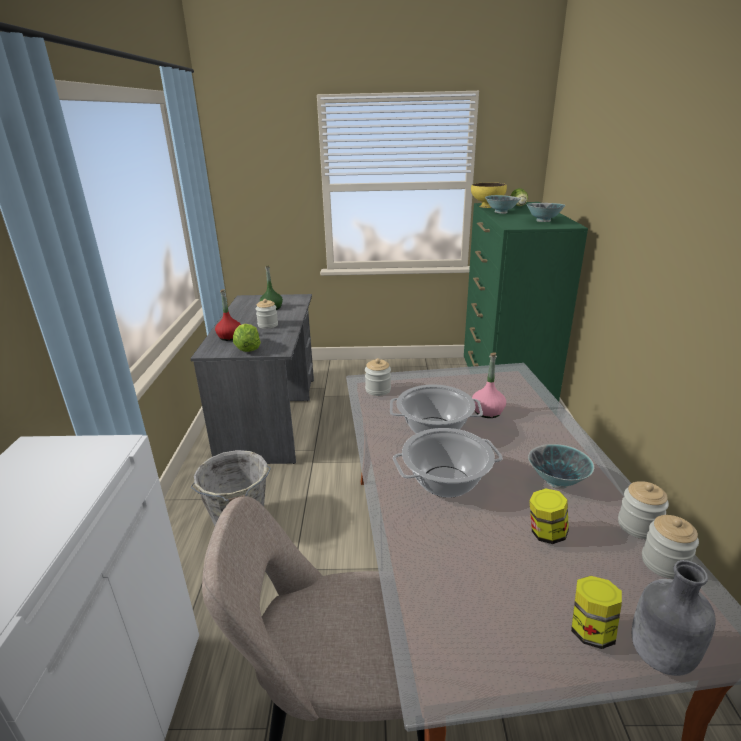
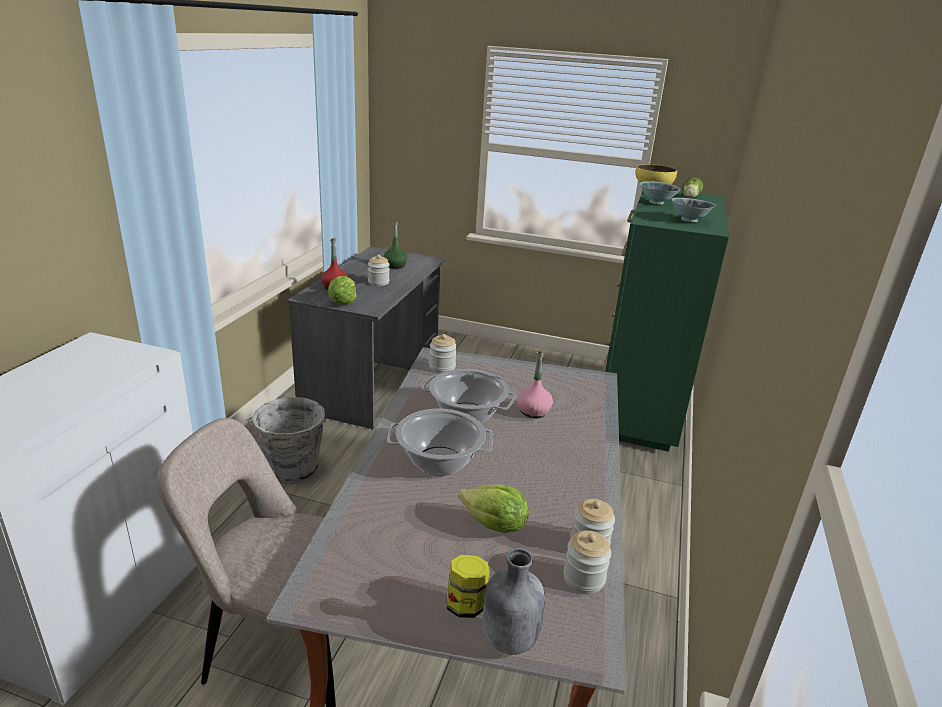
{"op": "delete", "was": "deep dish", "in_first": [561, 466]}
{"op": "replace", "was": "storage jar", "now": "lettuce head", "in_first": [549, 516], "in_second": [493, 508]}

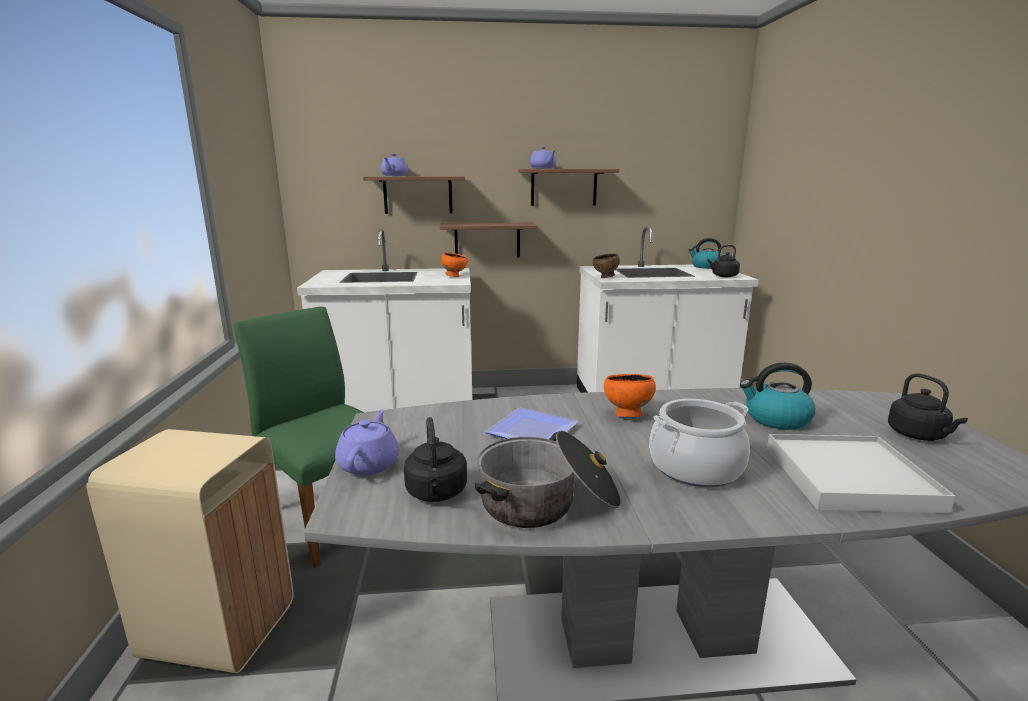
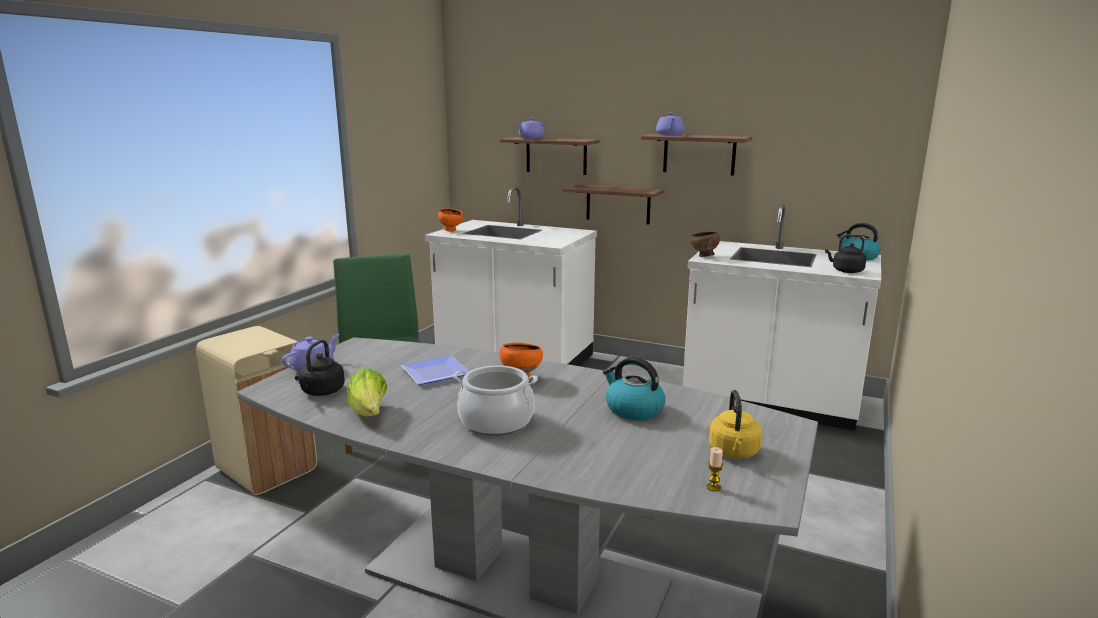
{"op": "move", "was": "orange-coloured deep dish", "in_first": [454, 265], "in_second": [450, 220]}
{"op": "recolor", "was": "blackish water kettle", "now": "yellow water kettle", "in_first": [928, 407], "in_second": [735, 424]}
{"op": "replace", "was": "cooking pot", "now": "lettuce head", "in_first": [548, 479], "in_second": [367, 392]}
{"op": "delete", "was": "white tray", "in_first": [861, 474]}
{"op": "insert", "now": "wax light", "in_second": [714, 469]}

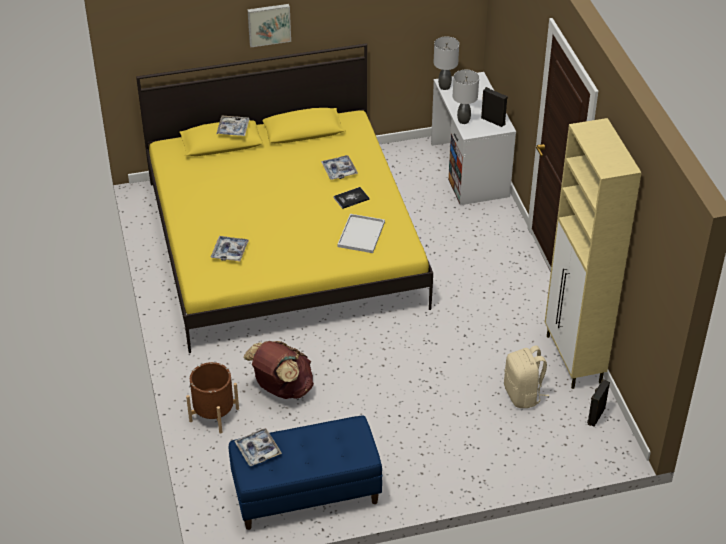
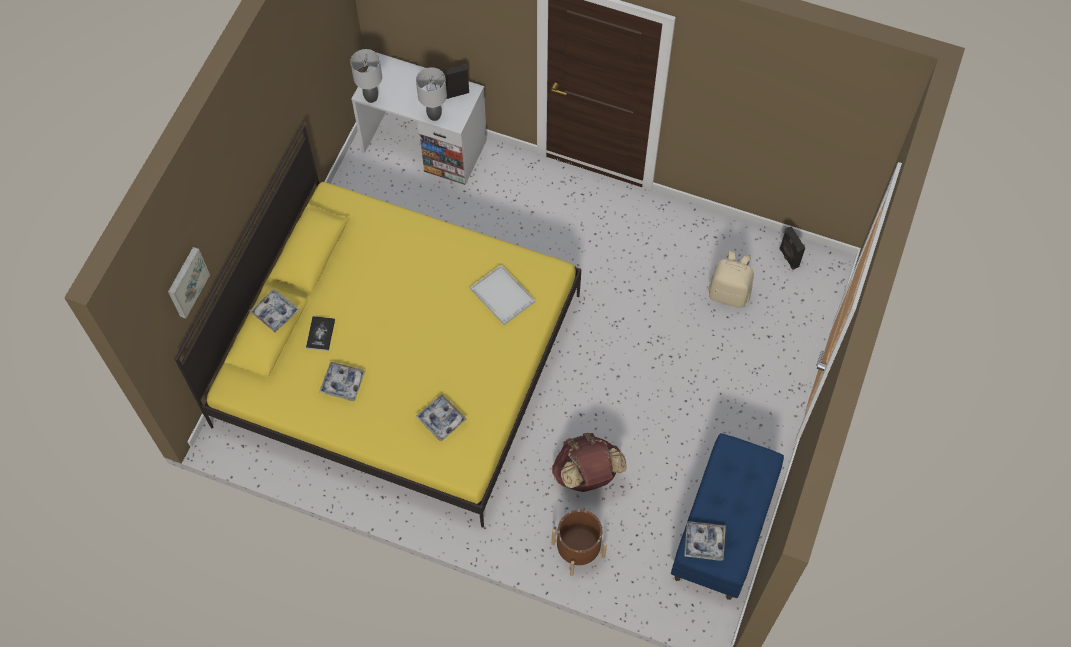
{"op": "move", "was": "wall art", "in_first": [269, 25], "in_second": [189, 283]}
{"op": "delete", "was": "beige-coloured storage cabinet", "in_first": [593, 253]}
{"op": "move", "was": "tray", "in_first": [339, 167], "in_second": [342, 381]}
{"op": "move", "was": "book", "in_first": [352, 198], "in_second": [320, 333]}

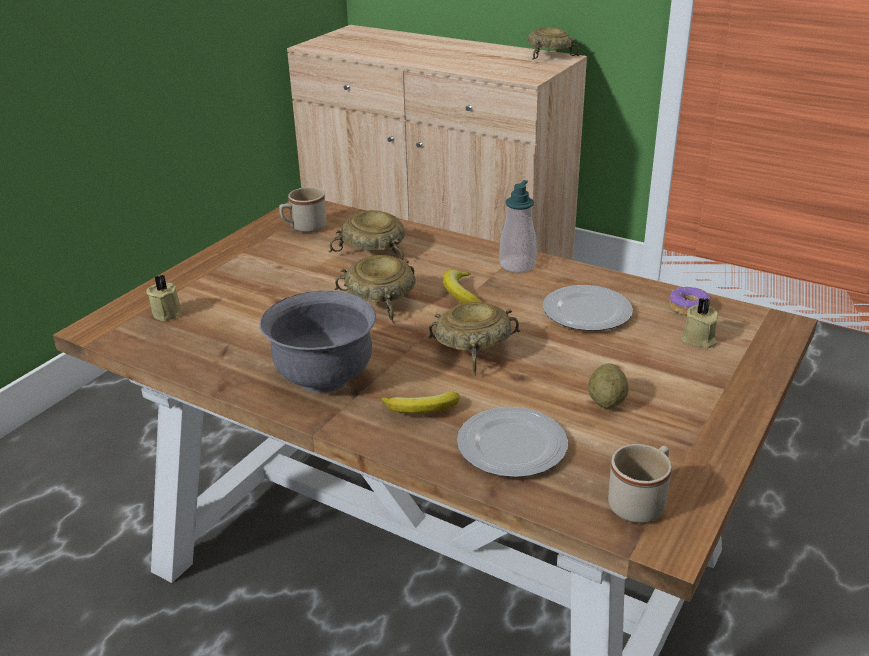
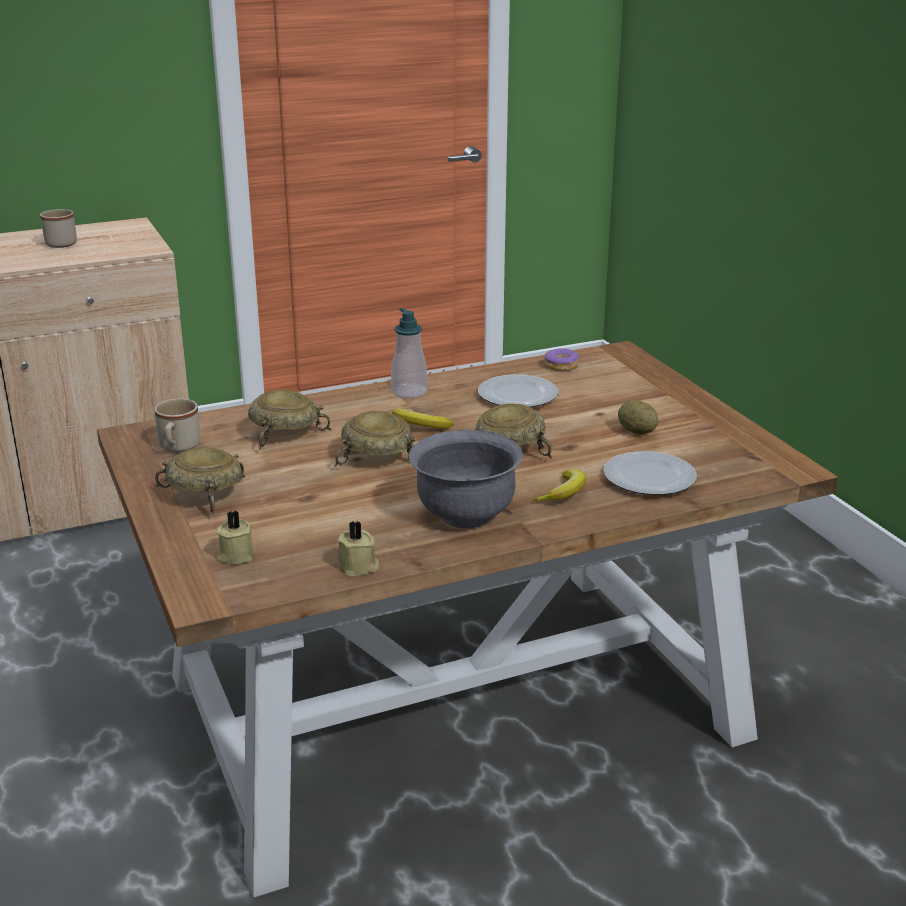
{"op": "move", "was": "beige-coloured deep dish", "in_first": [553, 43], "in_second": [200, 481]}
{"op": "move", "was": "beige-coloured wax light", "in_first": [700, 323], "in_second": [358, 549]}
{"op": "move", "was": "beige-coloured mug", "in_first": [640, 483], "in_second": [58, 228]}

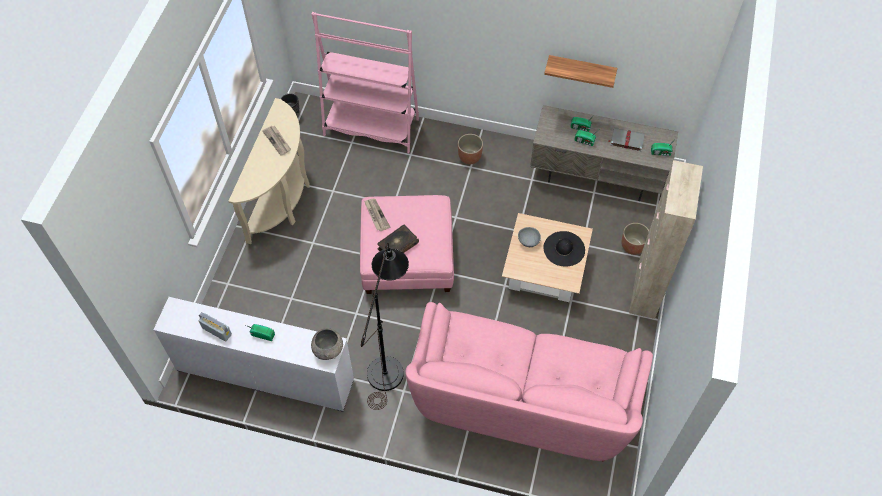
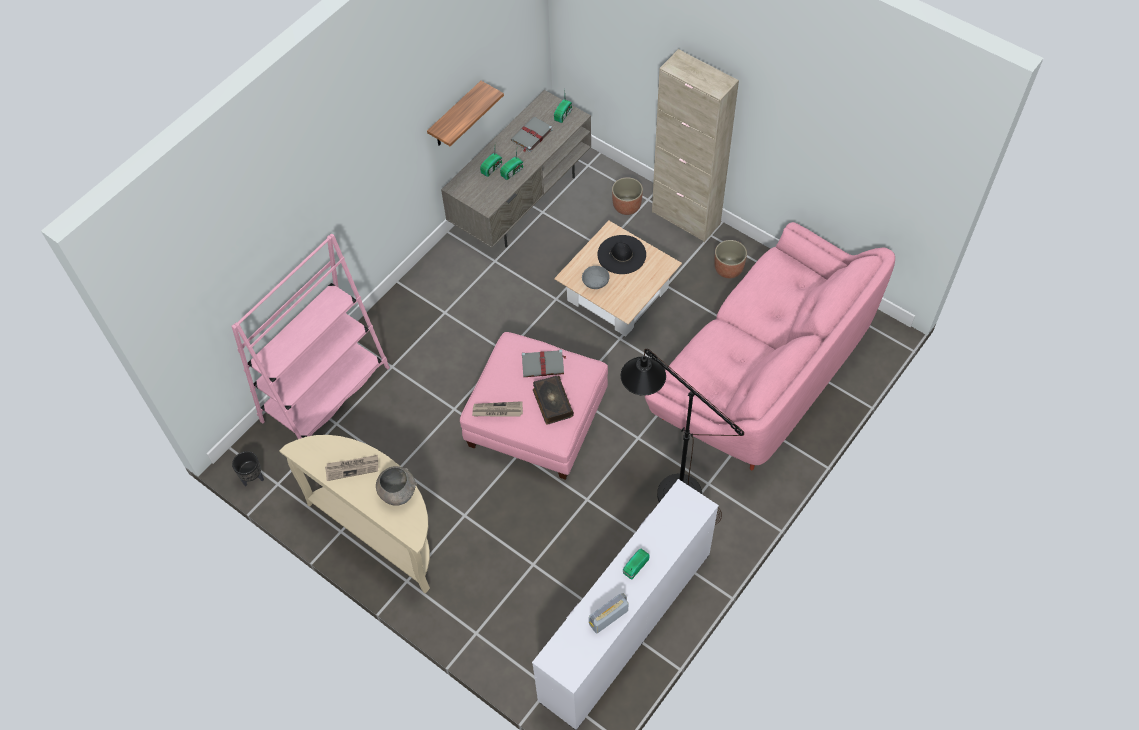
{"op": "move", "was": "plant pot", "in_first": [470, 149], "in_second": [730, 259]}
{"op": "move", "was": "gray deep dish", "in_first": [327, 344], "in_second": [396, 486]}
{"op": "insert", "now": "gray book", "in_second": [544, 363]}

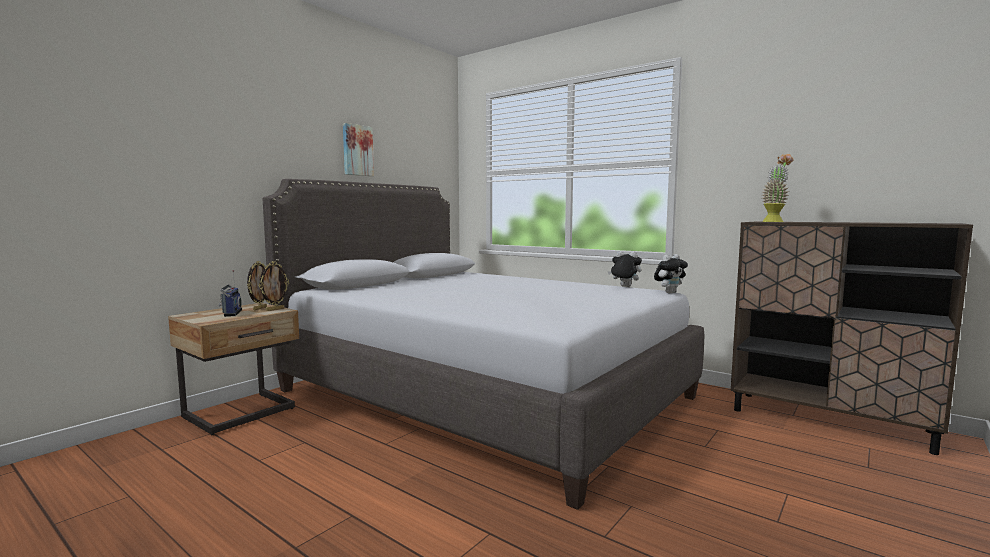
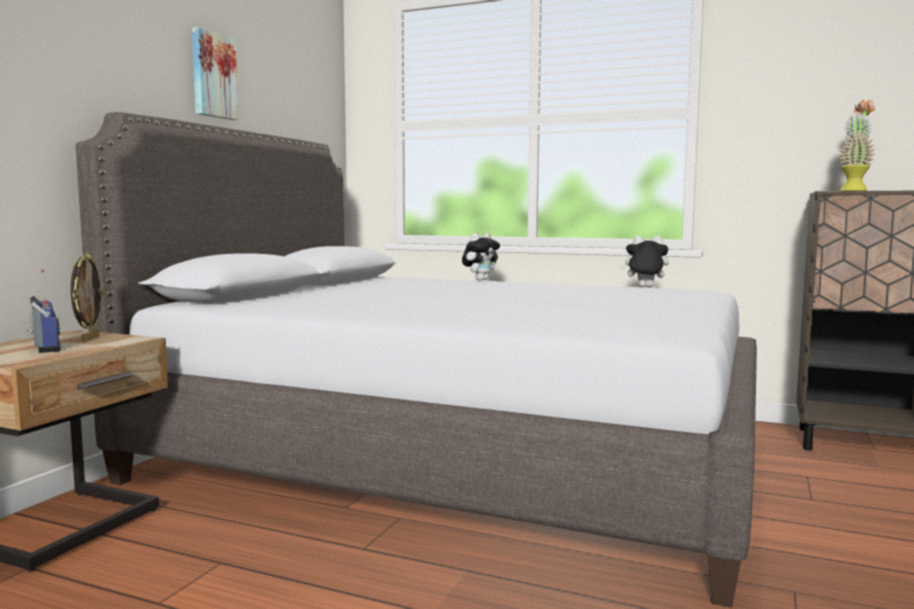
{"op": "move", "was": "plush toy", "in_first": [671, 273], "in_second": [481, 257]}
{"op": "delete", "was": "picture frame", "in_first": [274, 286]}

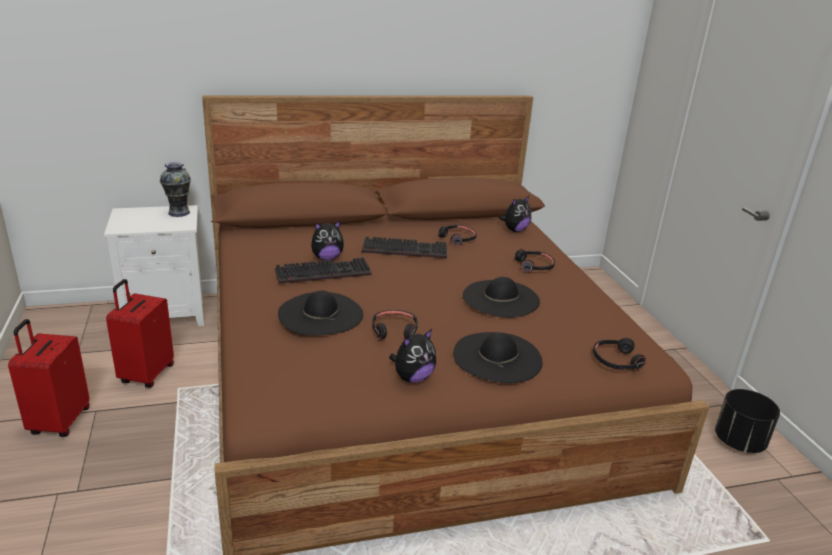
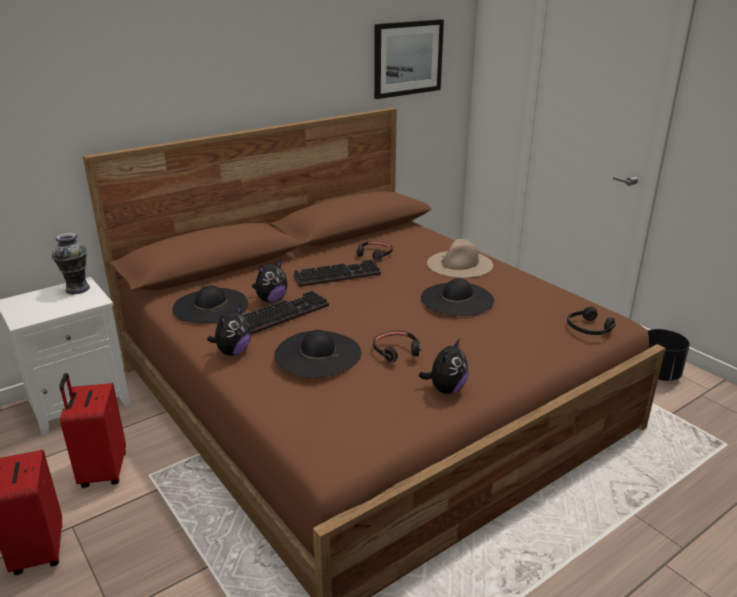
{"op": "move", "was": "plush toy", "in_first": [515, 214], "in_second": [229, 330]}
{"op": "replace", "was": "blackish pair of headphones", "now": "beige-coloured hat", "in_first": [535, 261], "in_second": [460, 258]}
{"op": "move", "was": "blackish hat", "in_first": [498, 357], "in_second": [210, 304]}
{"op": "insert", "now": "wall art", "in_second": [409, 59]}

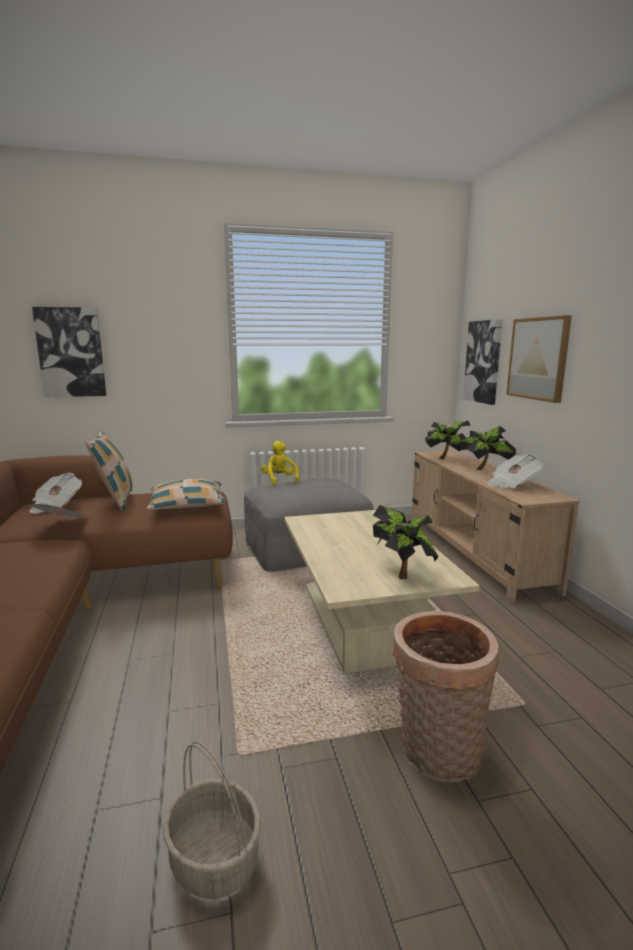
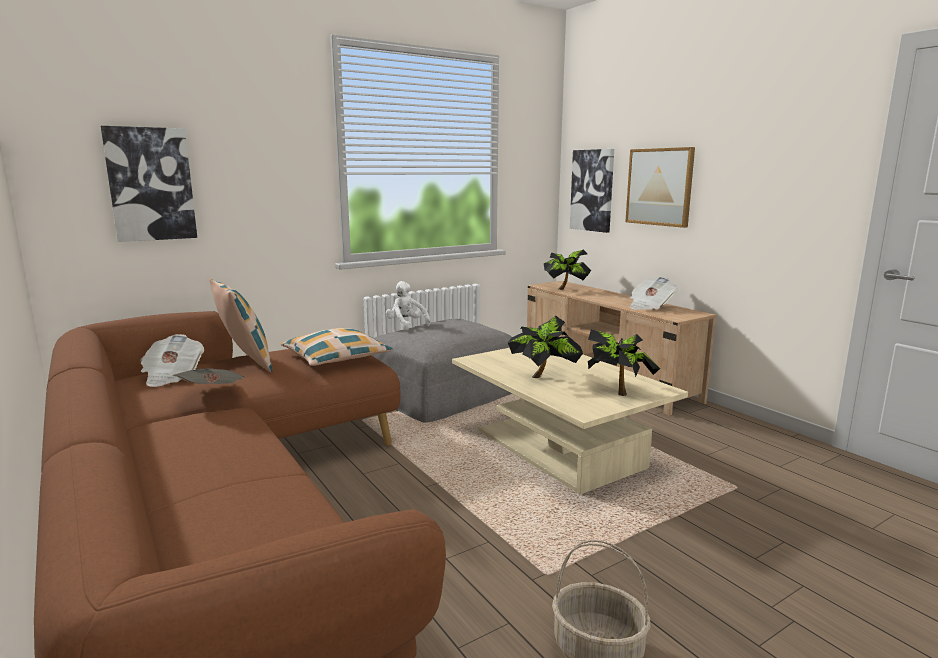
{"op": "move", "was": "potted plant", "in_first": [487, 448], "in_second": [545, 347]}
{"op": "recolor", "was": "yellow plush toy", "now": "white plush toy", "in_first": [280, 463], "in_second": [408, 305]}
{"op": "delete", "was": "household basket", "in_first": [445, 696]}

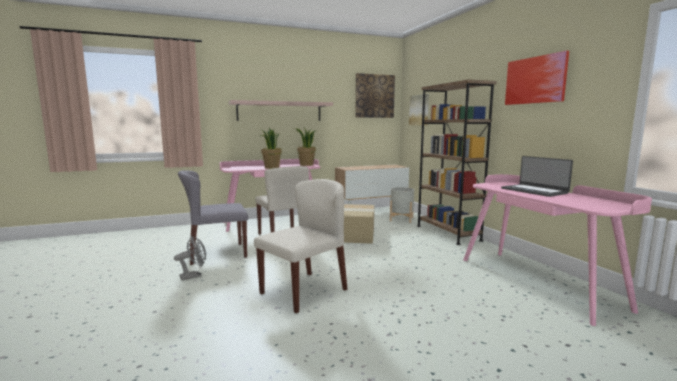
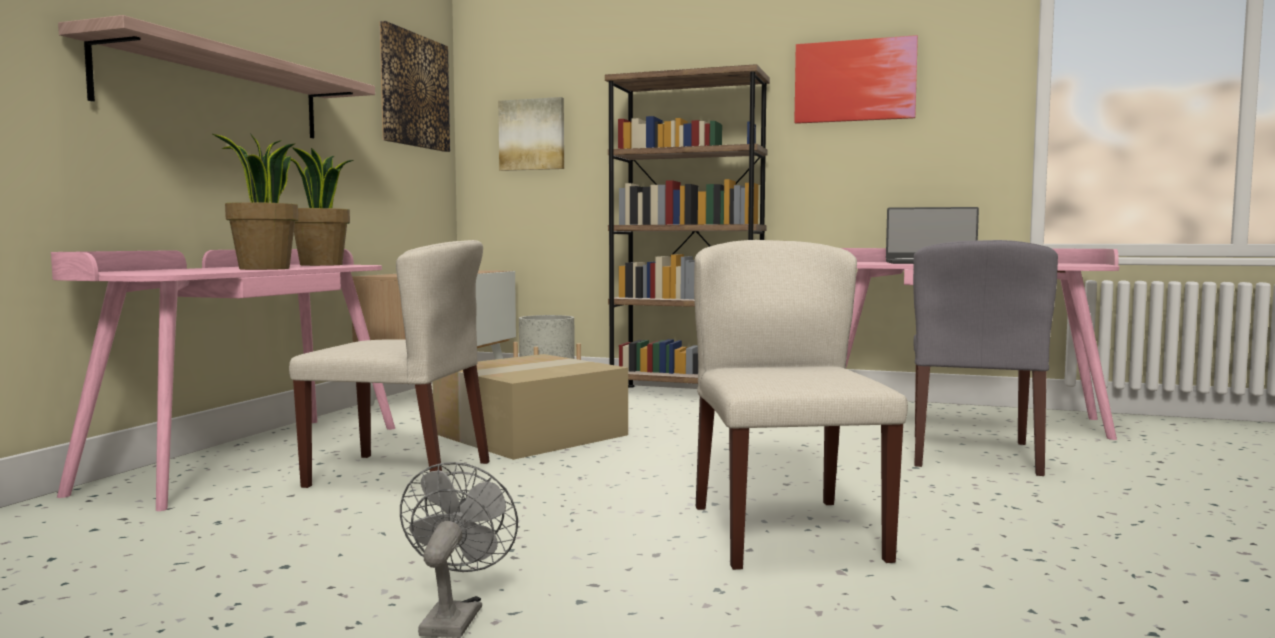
{"op": "move", "was": "gray plain chair", "in_first": [213, 217], "in_second": [985, 358]}

